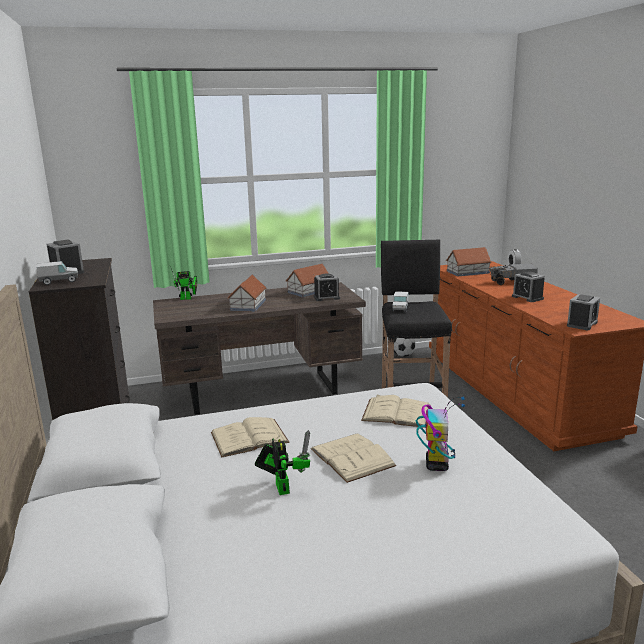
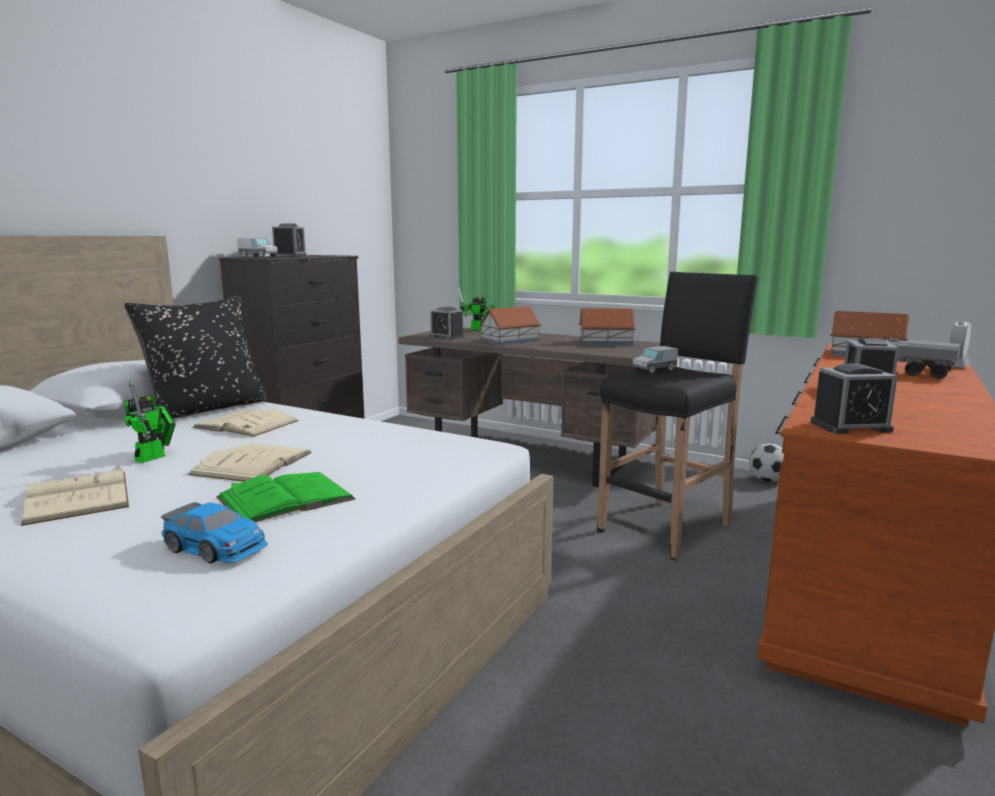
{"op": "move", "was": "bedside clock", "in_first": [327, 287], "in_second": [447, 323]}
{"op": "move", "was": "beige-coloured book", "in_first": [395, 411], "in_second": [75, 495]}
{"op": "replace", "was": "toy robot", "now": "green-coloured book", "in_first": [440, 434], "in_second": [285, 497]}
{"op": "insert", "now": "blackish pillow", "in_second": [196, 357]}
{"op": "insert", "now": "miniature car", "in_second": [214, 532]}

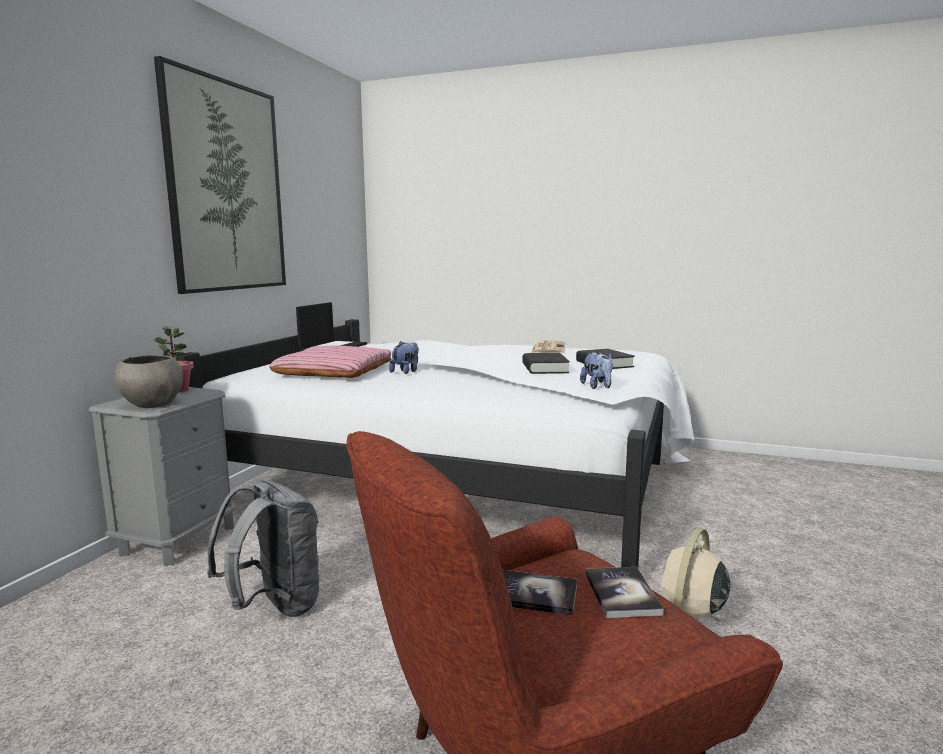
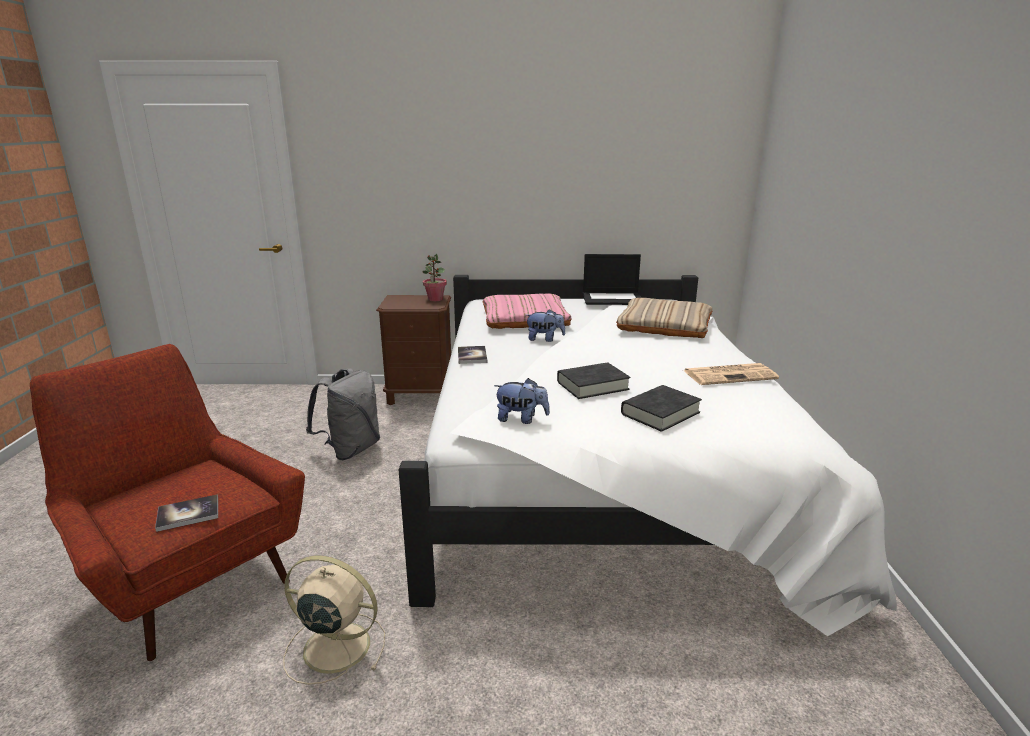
{"op": "delete", "was": "wall art", "in_first": [220, 175]}
{"op": "rotate", "was": "plush toy", "in_first": [596, 370], "in_second": [522, 401], "clockwise": -135}
{"op": "delete", "was": "gray deep dish", "in_first": [149, 381]}
{"op": "recolor", "was": "gray night table", "now": "brown night table", "in_first": [162, 477], "in_second": [413, 350]}
{"op": "move", "was": "book", "in_first": [540, 593], "in_second": [472, 355]}
{"op": "insert", "now": "beige-coloured pillow", "in_second": [664, 318]}

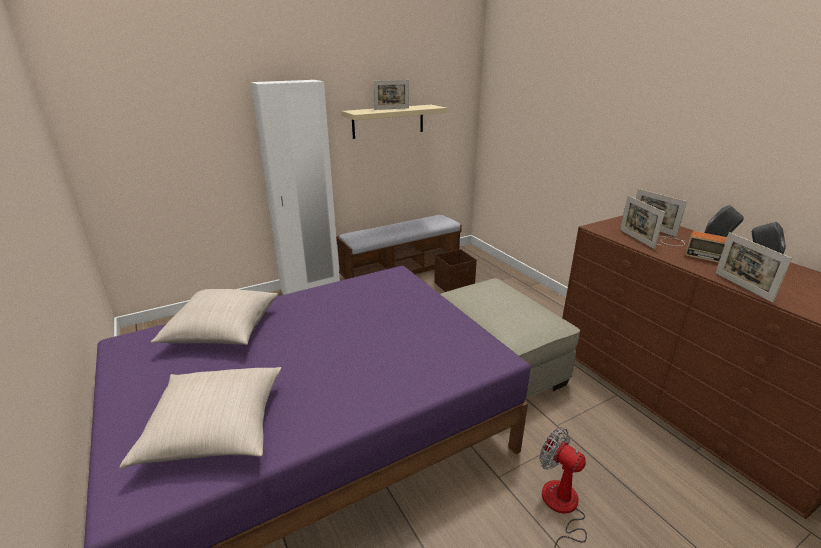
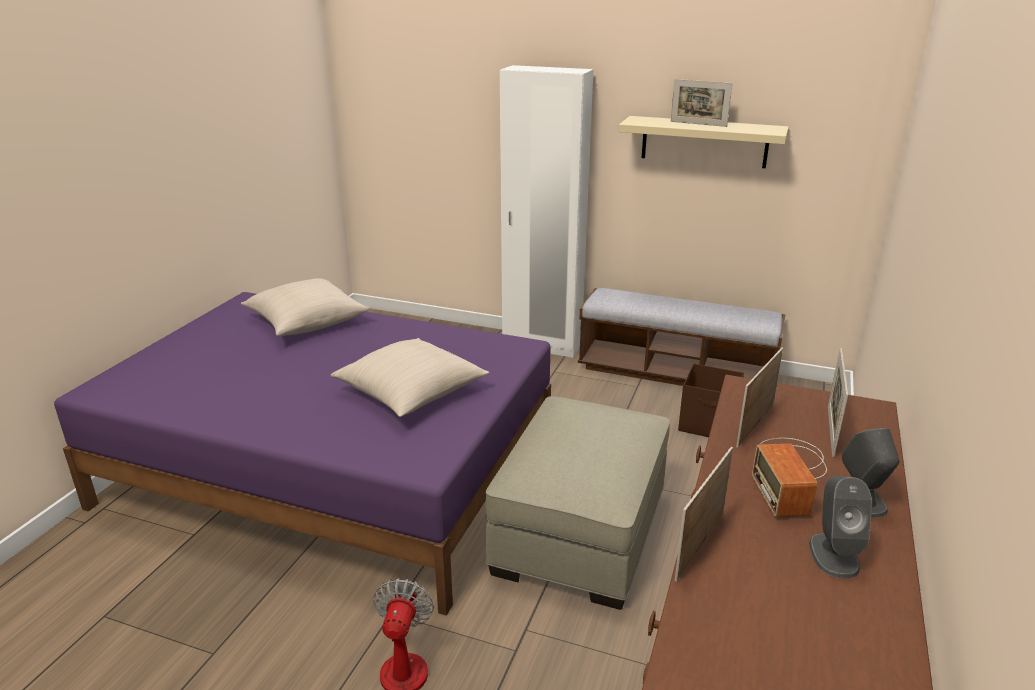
{"op": "move", "was": "beige-coloured pillow", "in_first": [200, 417], "in_second": [410, 377]}

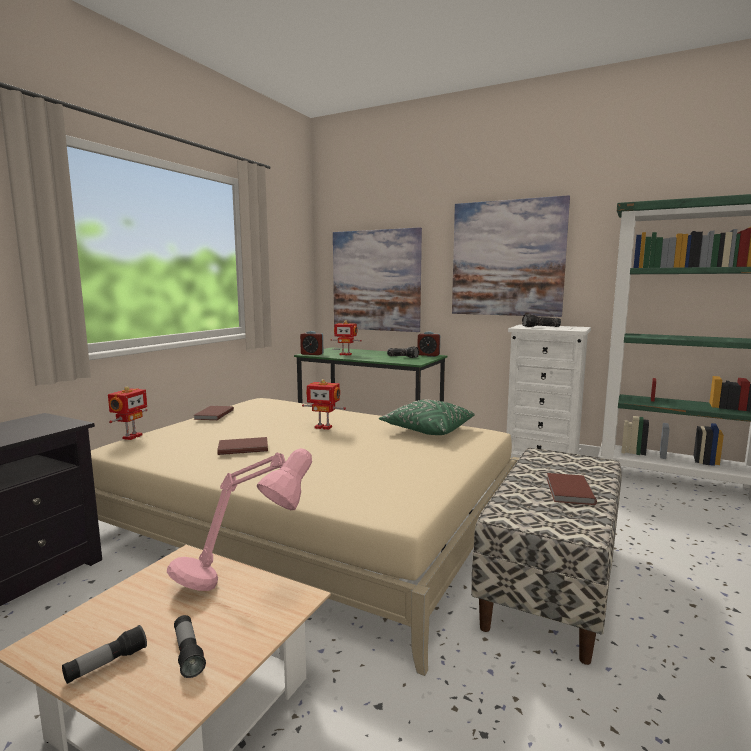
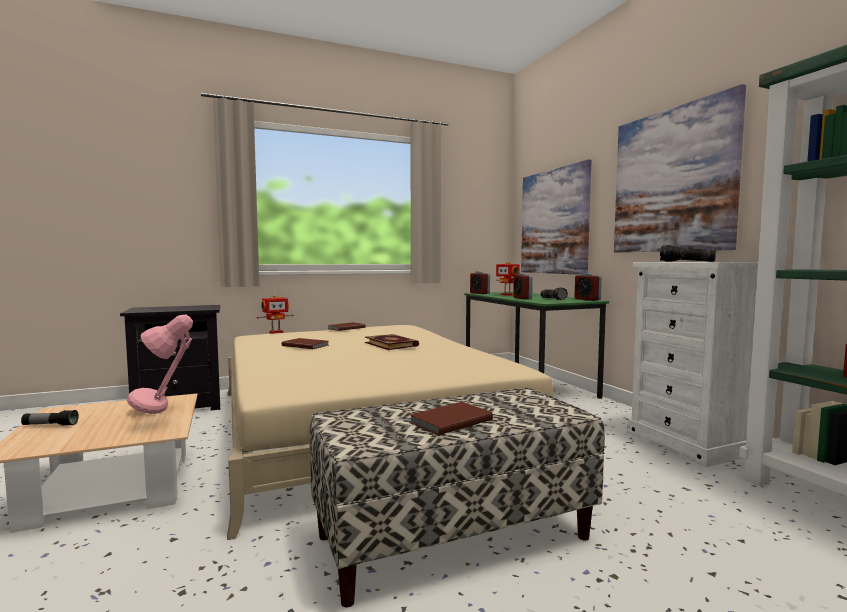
{"op": "replace", "was": "toy robot", "now": "book", "in_first": [324, 404], "in_second": [392, 342]}
{"op": "delete", "was": "green-coloured pillow", "in_first": [427, 417]}
{"op": "delete", "was": "flashlight", "in_first": [190, 646]}
{"op": "insert", "now": "bedside clock", "in_second": [523, 286]}

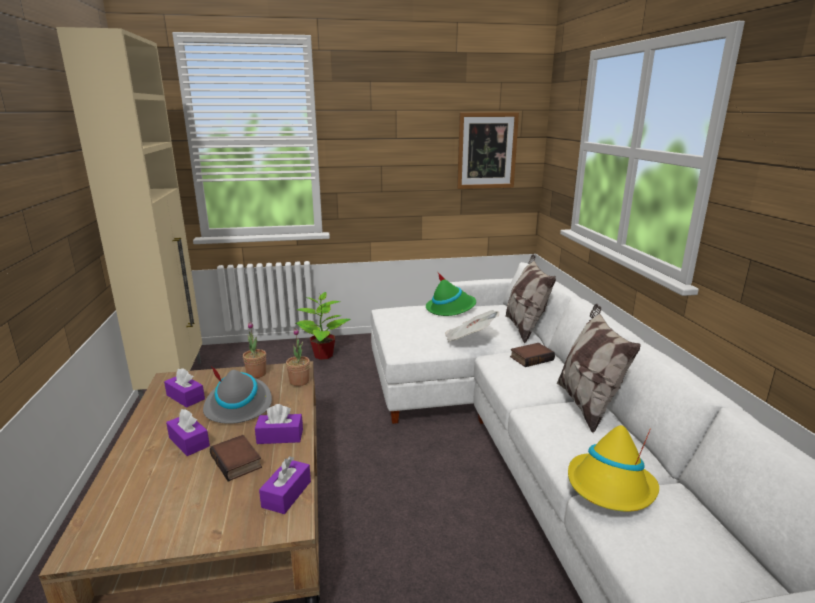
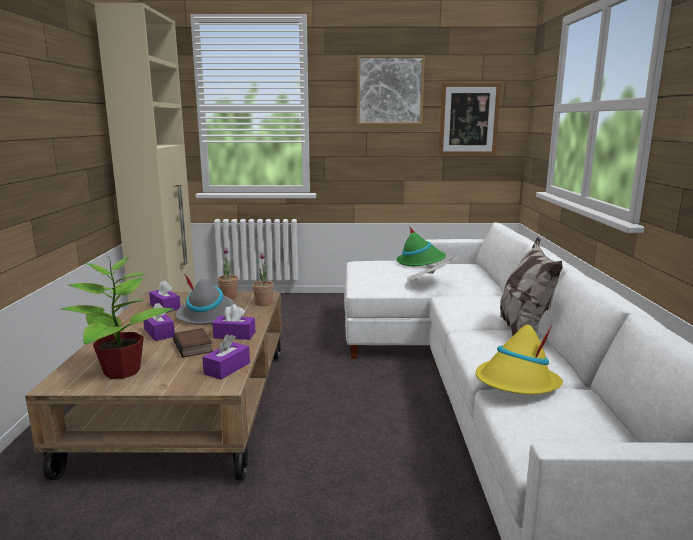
{"op": "delete", "was": "pillow", "in_first": [530, 299]}
{"op": "move", "was": "potted plant", "in_first": [322, 326], "in_second": [117, 318]}
{"op": "delete", "was": "book", "in_first": [532, 355]}
{"op": "insert", "now": "wall art", "in_second": [391, 90]}

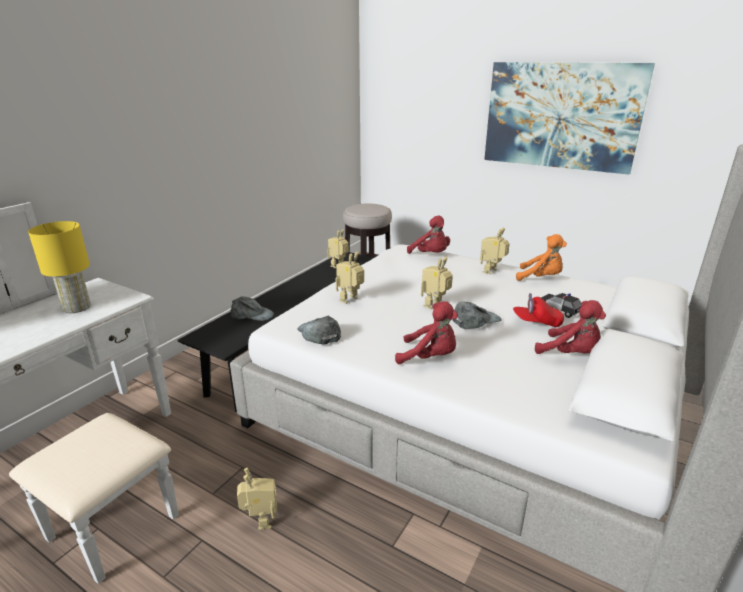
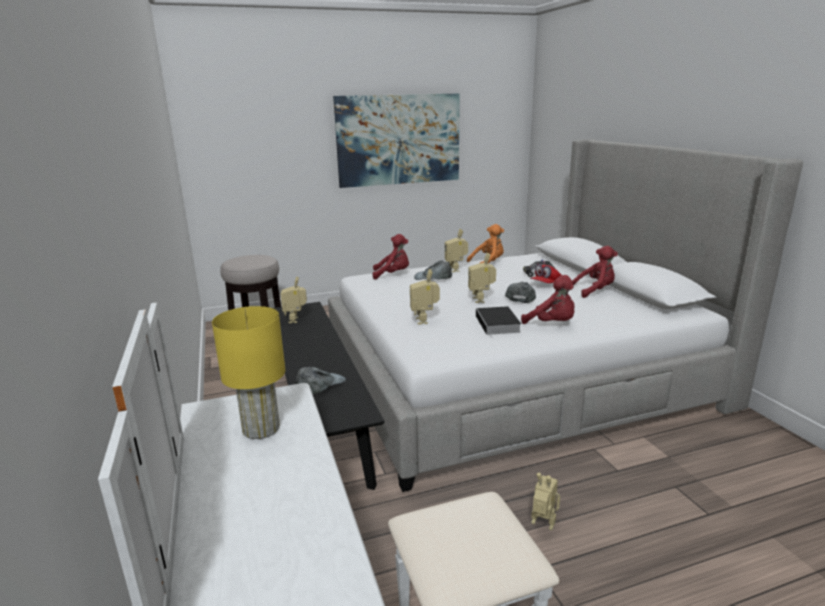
{"op": "rotate", "was": "red-coloured plush toy", "in_first": [426, 332], "in_second": [548, 299], "clockwise": 75}
{"op": "move", "was": "gray baseball cap", "in_first": [319, 330], "in_second": [433, 270]}
{"op": "insert", "now": "book", "in_second": [498, 322]}

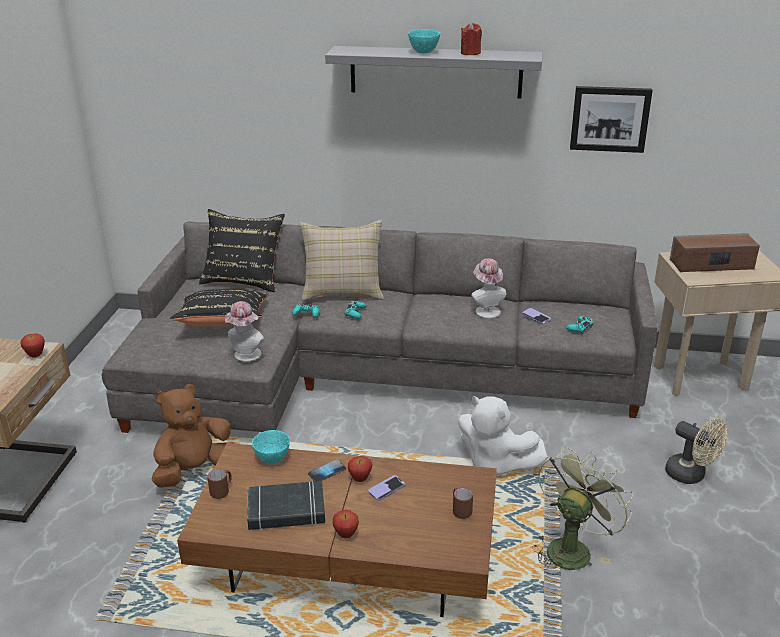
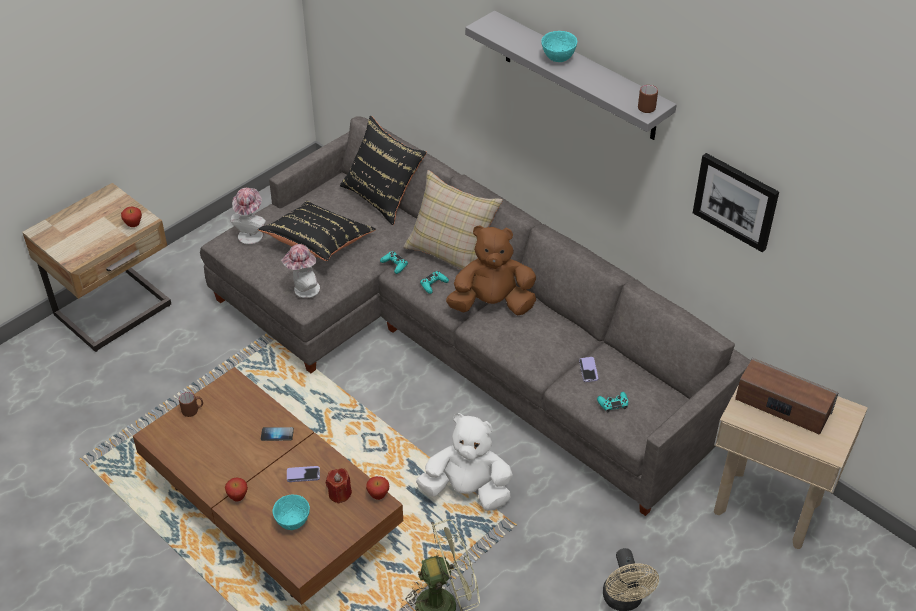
{"op": "move", "was": "red-coloured wax light", "in_first": [471, 39], "in_second": [339, 486]}
{"op": "move", "was": "hat", "in_first": [488, 288], "in_second": [248, 216]}
{"op": "move", "was": "brown plush toy", "in_first": [192, 436], "in_second": [491, 270]}
{"op": "rotate", "was": "white plush toy", "in_first": [503, 435], "in_second": [464, 462], "clockwise": 120}
{"op": "move", "was": "blue-green deep dish", "in_first": [271, 447], "in_second": [291, 512]}
{"op": "move", "was": "apple fruit", "in_first": [360, 469], "in_second": [377, 488]}
{"op": "delete", "was": "blackish book", "in_first": [286, 506]}
{"op": "move", "was": "brown mug", "in_first": [463, 503], "in_second": [648, 99]}

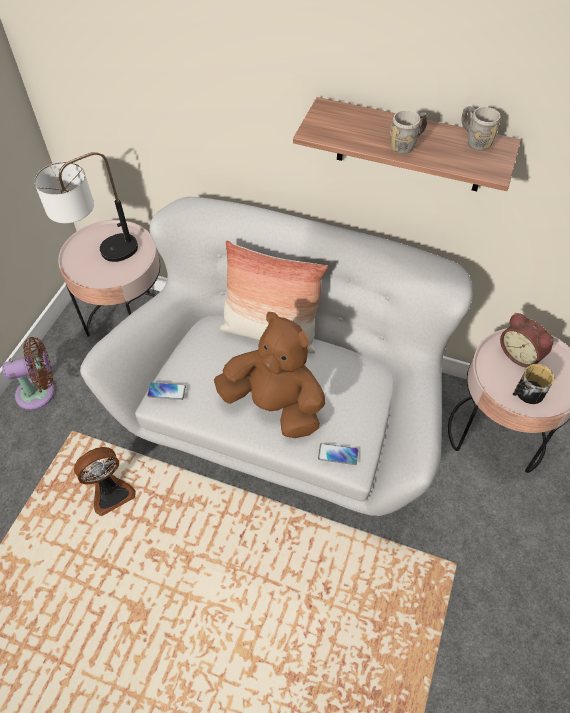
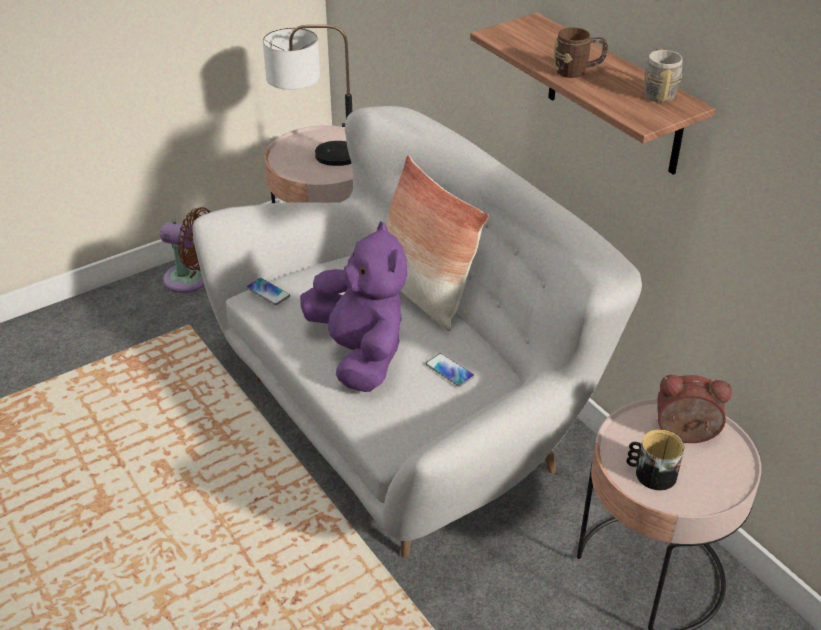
{"op": "recolor", "was": "gray mug", "now": "brown mug", "in_first": [409, 132], "in_second": [581, 52]}
{"op": "recolor", "was": "brown plush toy", "now": "purplish plush toy", "in_first": [269, 375], "in_second": [353, 306]}
{"op": "rotate", "was": "bedside clock", "in_first": [527, 340], "in_second": [695, 409], "clockwise": 105}
{"op": "move", "was": "handset", "in_first": [338, 454], "in_second": [450, 370]}
{"op": "delete", "was": "electric fan", "in_first": [105, 481]}

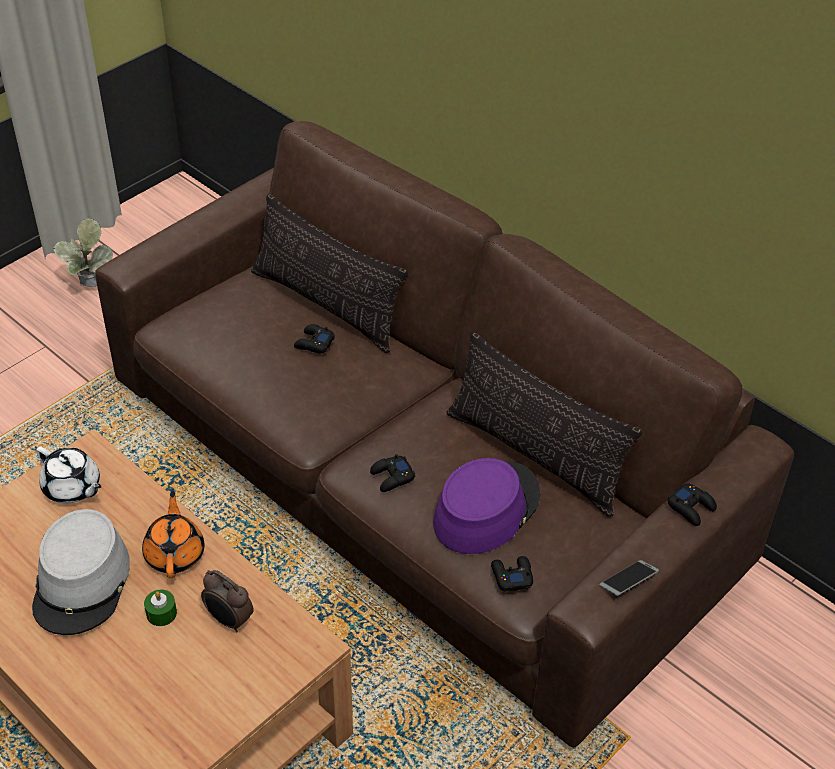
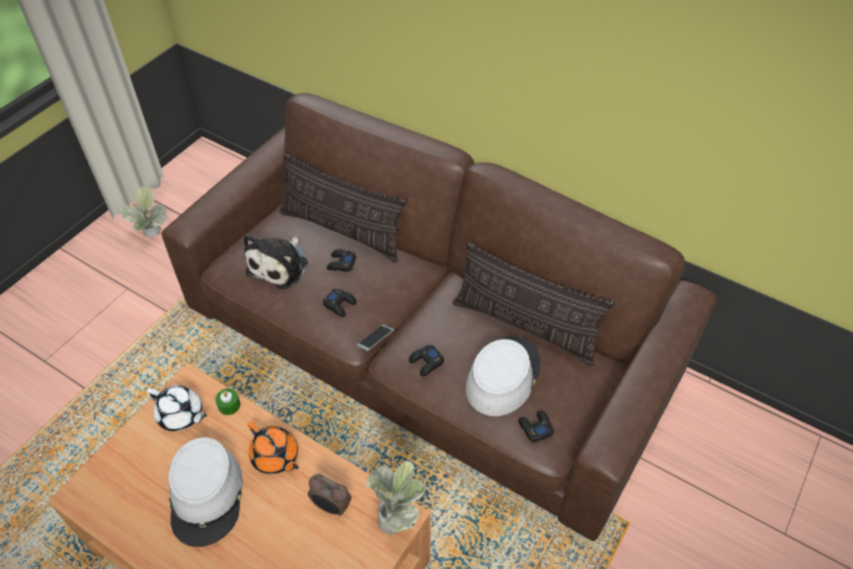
{"op": "recolor", "was": "purplish hat", "now": "gray hat", "in_first": [486, 506], "in_second": [503, 376]}
{"op": "move", "was": "blackish joypad", "in_first": [692, 504], "in_second": [340, 303]}
{"op": "rotate", "was": "orange-coloured teapot", "in_first": [173, 534], "in_second": [273, 448], "clockwise": 150}
{"op": "move", "was": "handset", "in_first": [629, 578], "in_second": [375, 337]}
{"op": "move", "was": "green-coloured wax light", "in_first": [160, 608], "in_second": [227, 402]}
{"op": "insert", "now": "plush toy", "in_second": [276, 261]}
{"op": "insert", "now": "potted plant", "in_second": [395, 497]}

